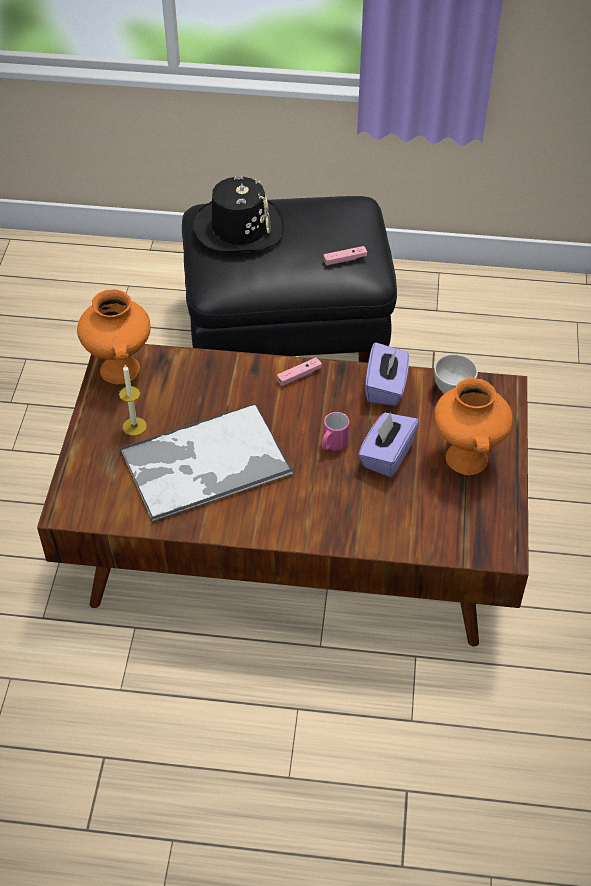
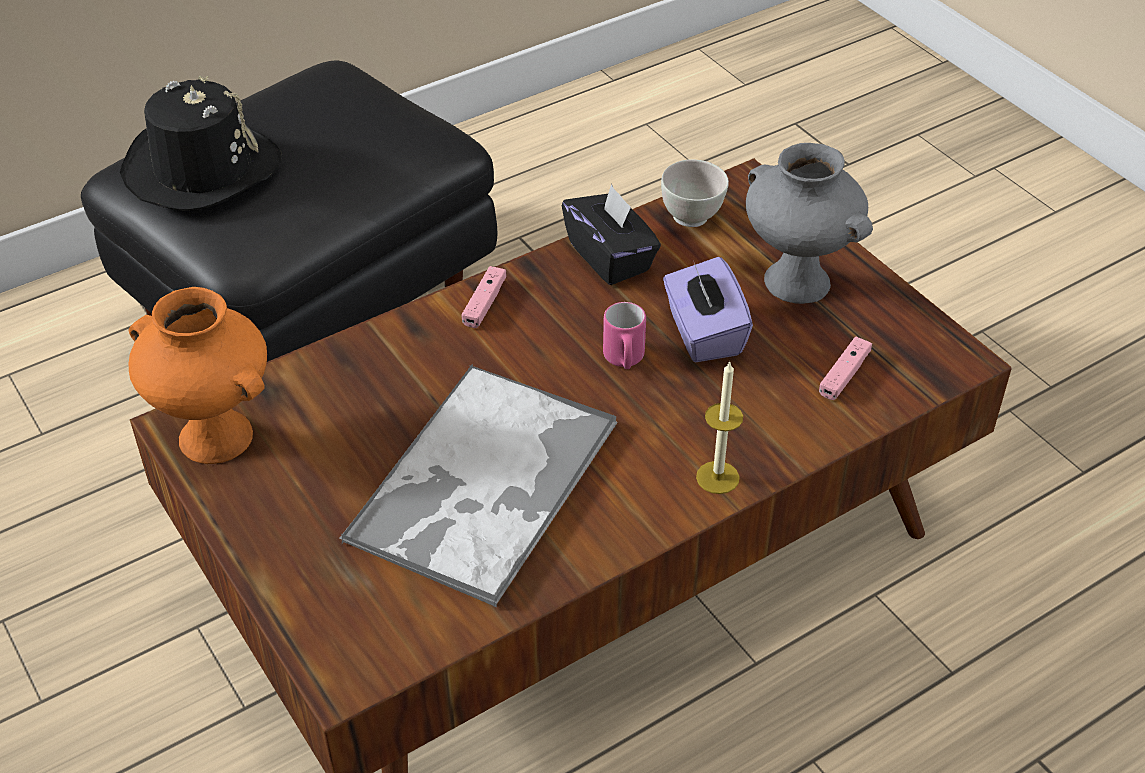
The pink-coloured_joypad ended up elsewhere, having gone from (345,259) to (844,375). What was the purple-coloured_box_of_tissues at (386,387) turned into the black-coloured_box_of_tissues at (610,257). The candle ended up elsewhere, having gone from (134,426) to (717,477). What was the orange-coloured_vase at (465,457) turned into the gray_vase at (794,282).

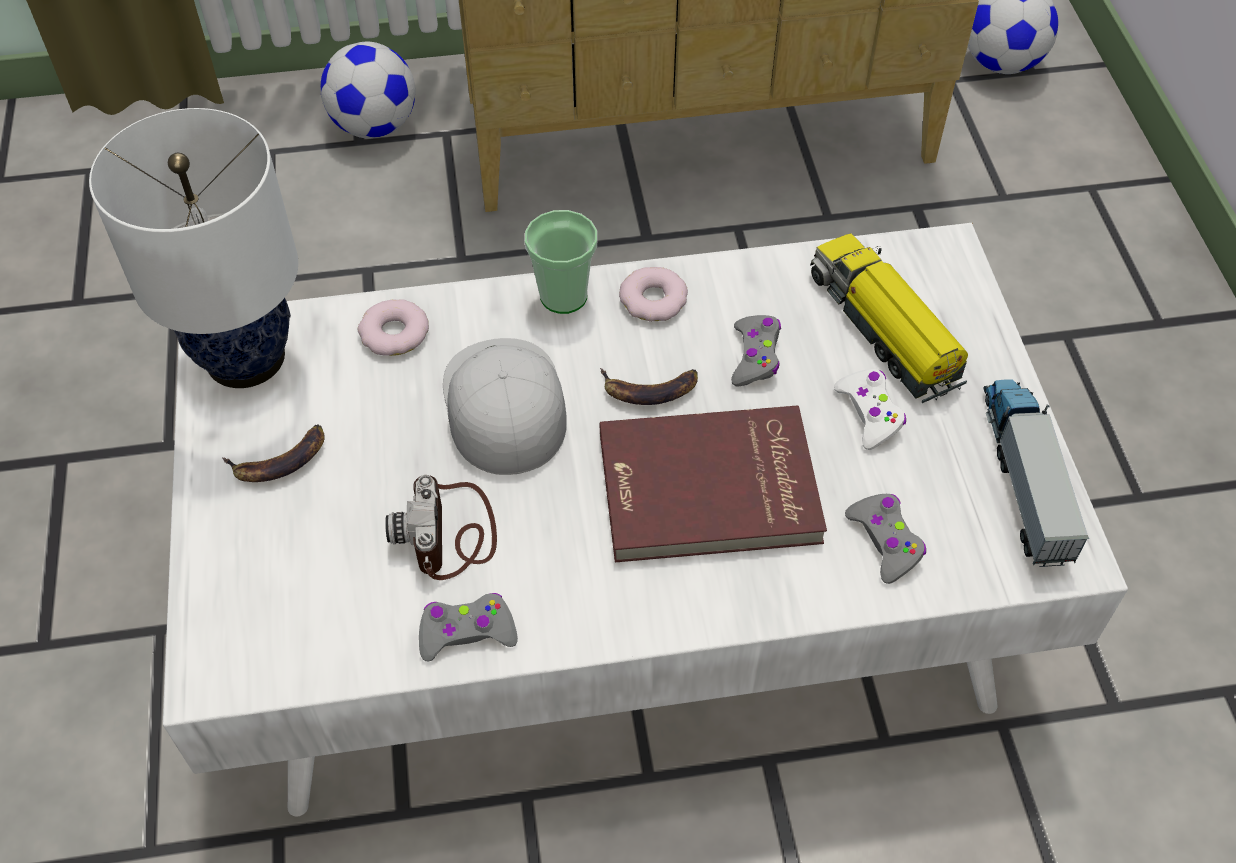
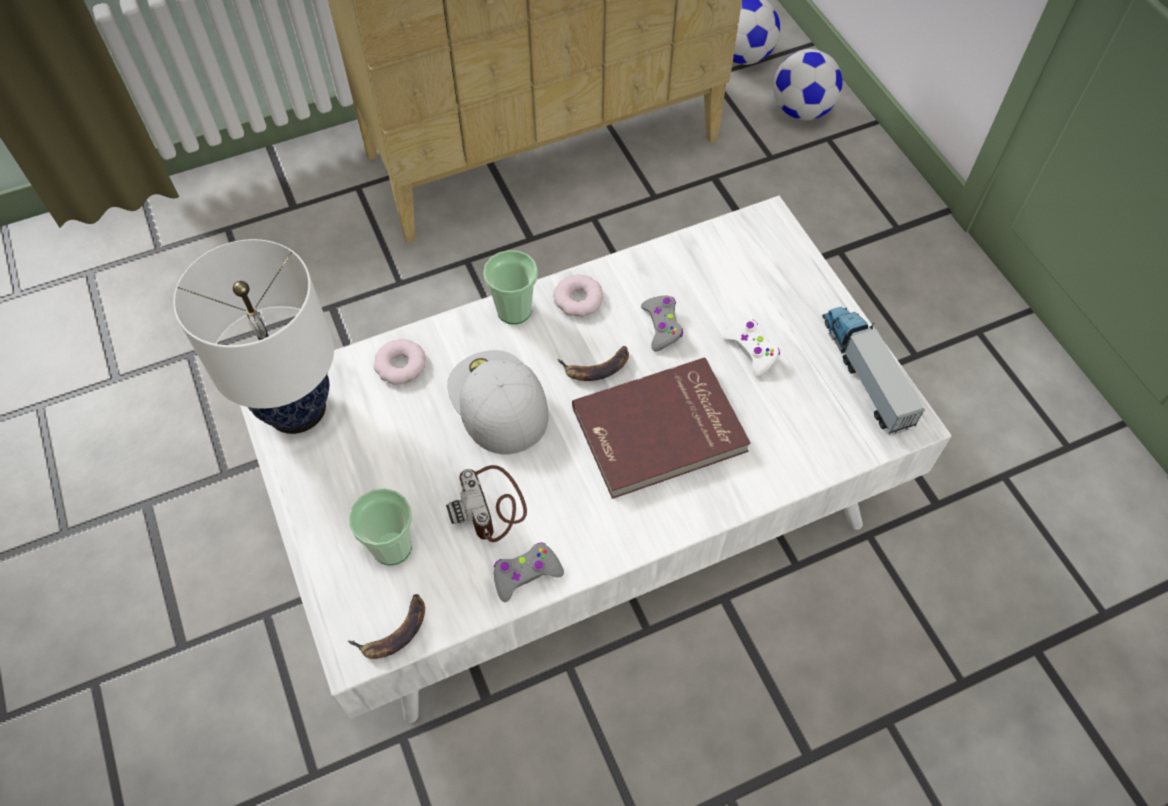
The ball_for_football ended up elsewhere, having gone from (374,126) to (801,110). The second view lost the toy_truck at (884,330). The banana_fruit ended up elsewhere, having gone from (280,460) to (394,630). The second view lost the gray_joypad at (885,541). The second view gained the small_cup at (392,546).

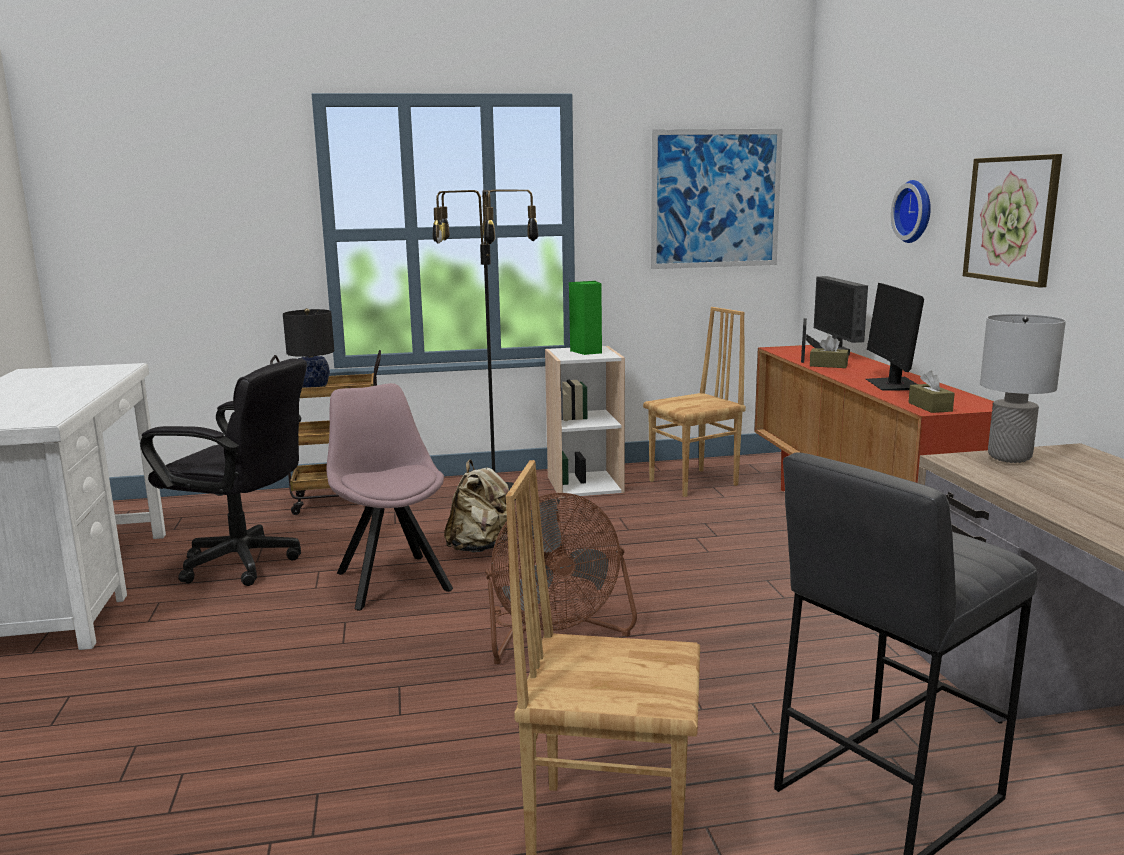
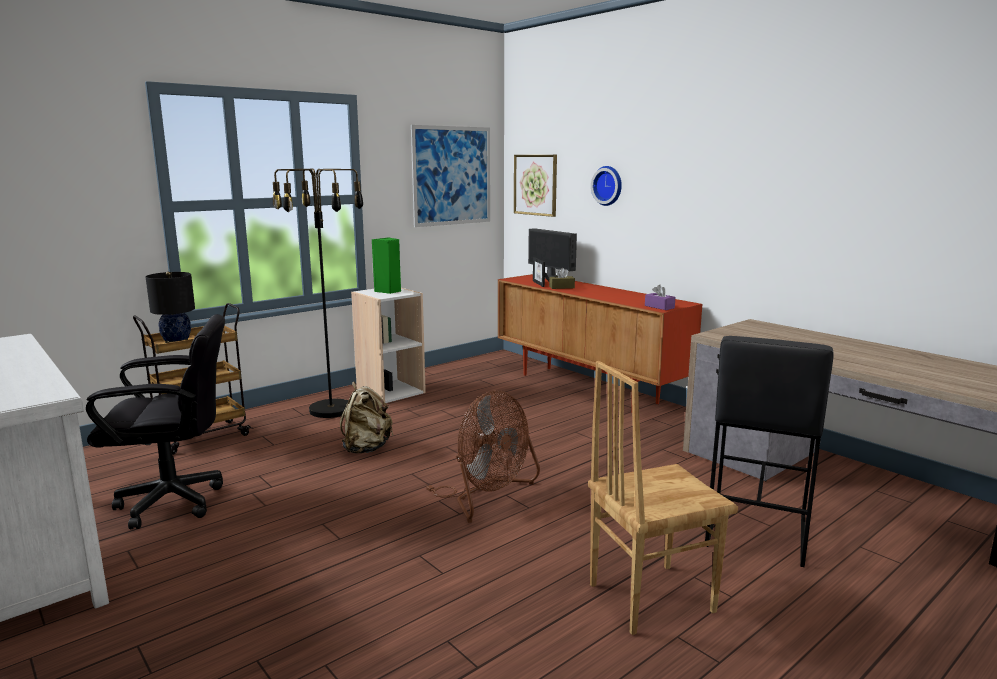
The picture ended up elsewhere, having gone from (1011,219) to (535,185). The second view lost the computer_screen at (893,385). The second view lost the brown-coloured_plain_chair at (695,483). The second view lost the gray_tabletop_lamp at (1009,460). What was the brown-coloured_box_of_tissues at (930,407) turned into the purple-coloured_box_of_tissues at (659,307). The second view lost the pink-coloured_plain_chair at (392,581).

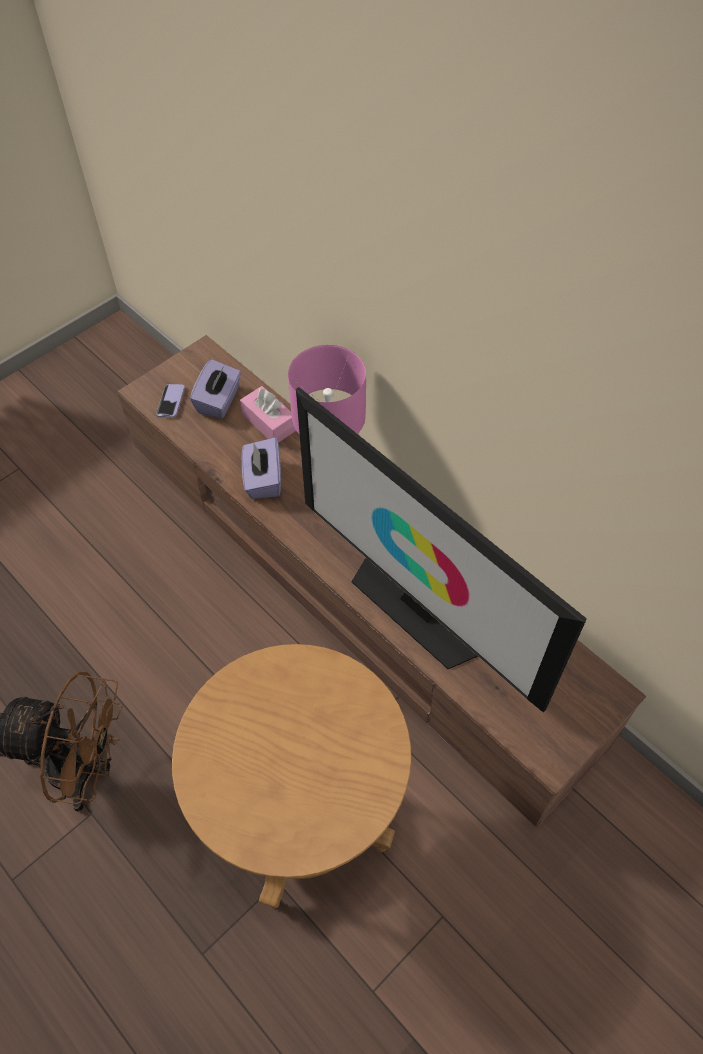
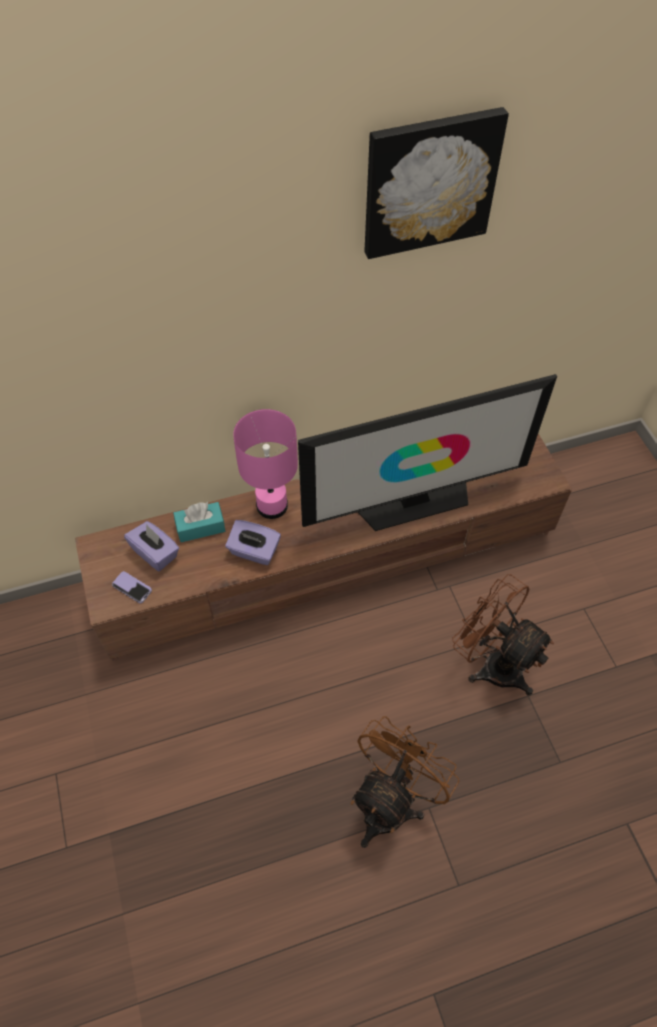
What was the pink-coloured_box_of_tissues at (269,422) turned into the blue-green_box_of_tissues at (200,527). Where the brown-coloured_end_table stood at (303,821), the brown-coloured_electric_fan came to stand at (492,663). The second view gained the picture at (429,182).

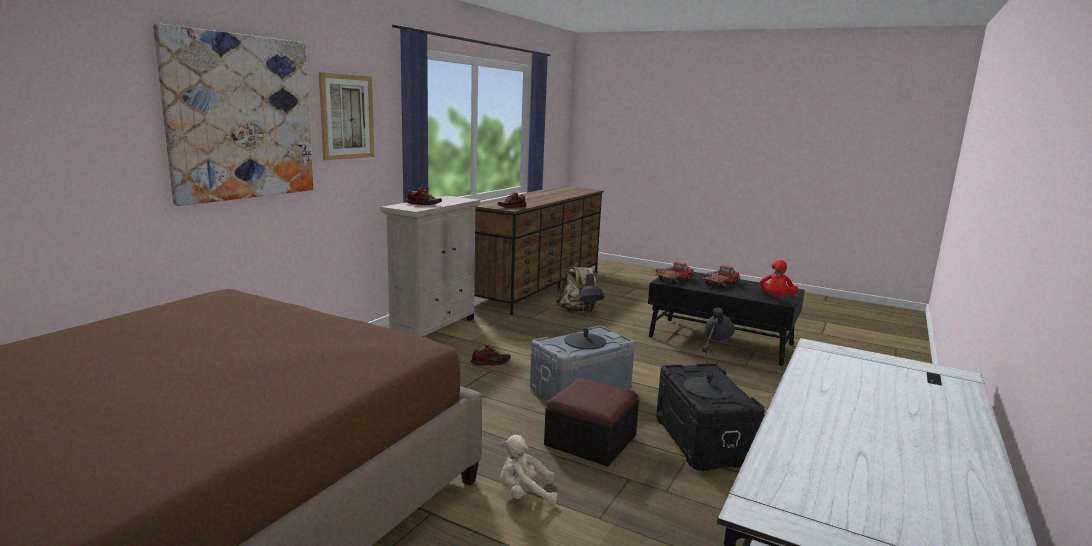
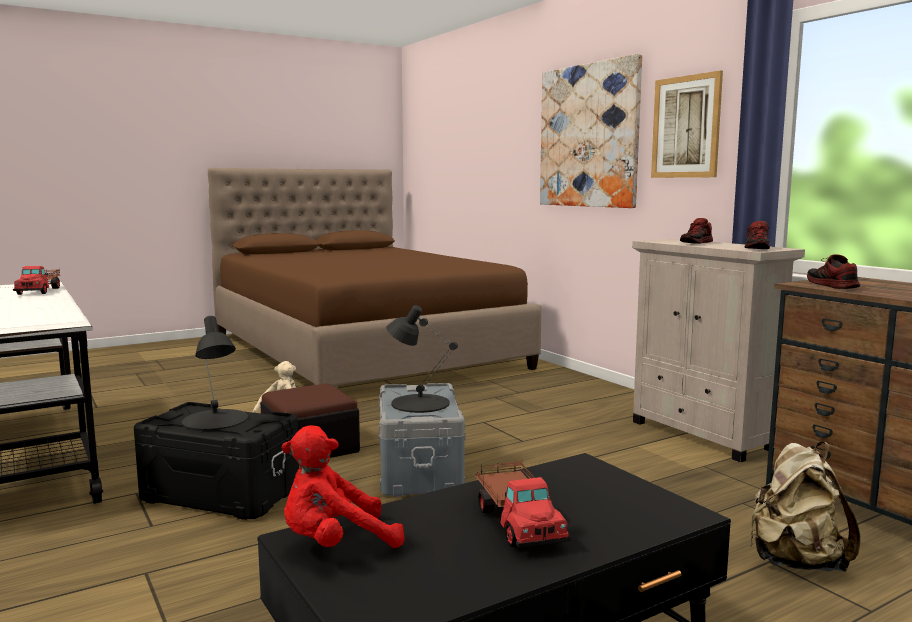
The red_plush_toy at (776,298) ended up facing another way, 75 degrees counterclockwise from before. The toy_truck ended up elsewhere, having gone from (673,280) to (39,291). The low_shoe ended up elsewhere, having gone from (490,363) to (757,248).

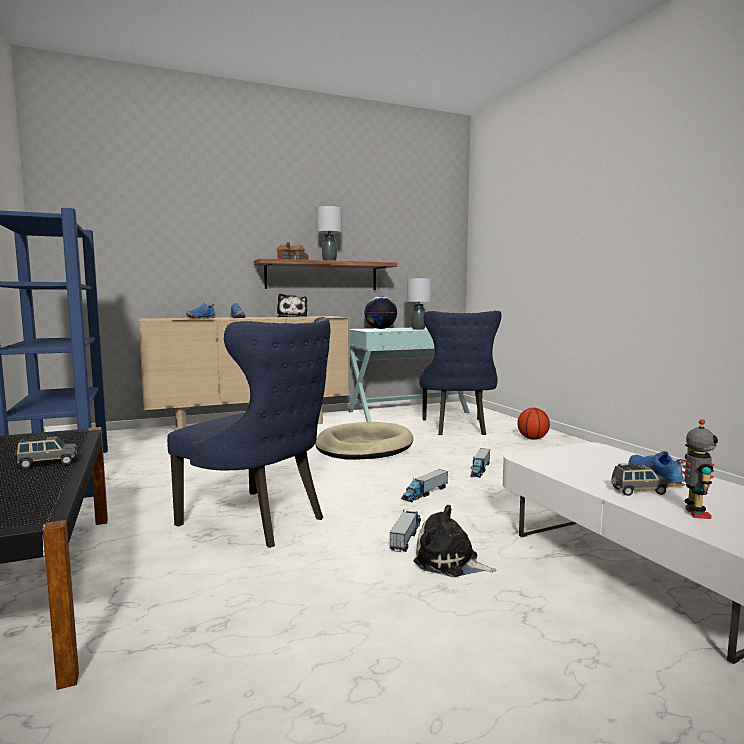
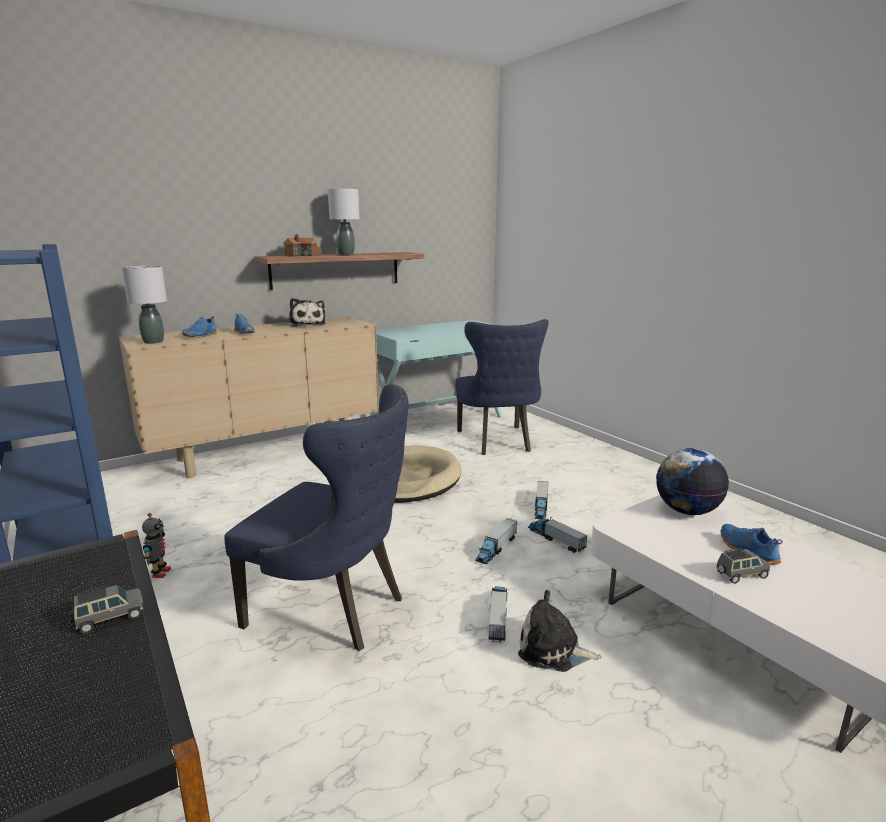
The gray_tabletop_lamp ended up elsewhere, having gone from (418,329) to (153,342). The world_globe ended up elsewhere, having gone from (380,329) to (687,511). The second view lost the basketball at (533,439). The robot_figure ended up elsewhere, having gone from (695,513) to (160,573). The second view gained the toy_truck at (555,540).

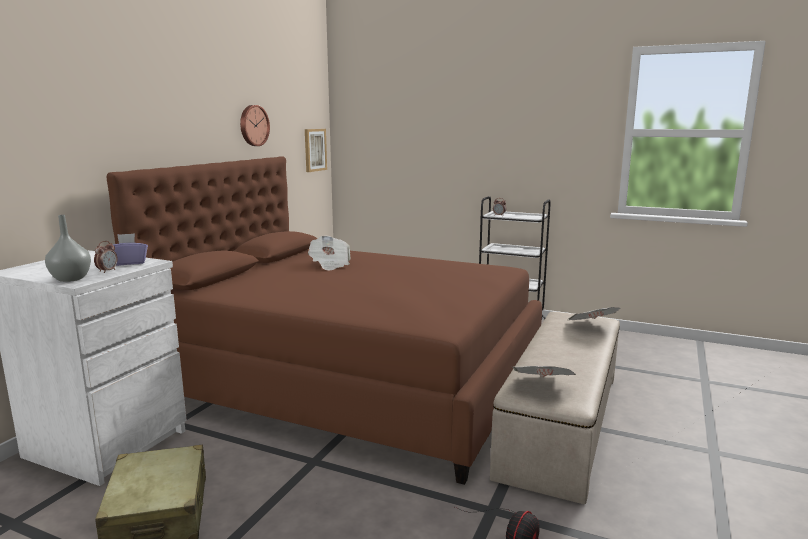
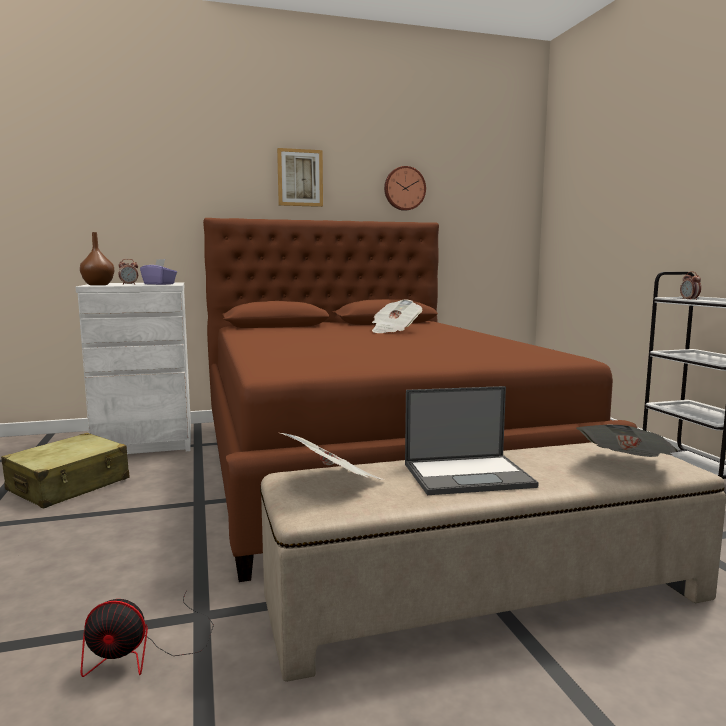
The picture ended up elsewhere, having gone from (314,150) to (300,178). What was the gray_vase at (70,279) turned into the brown-coloured_vase at (97,285). The second view gained the notebook_computer at (469,475).

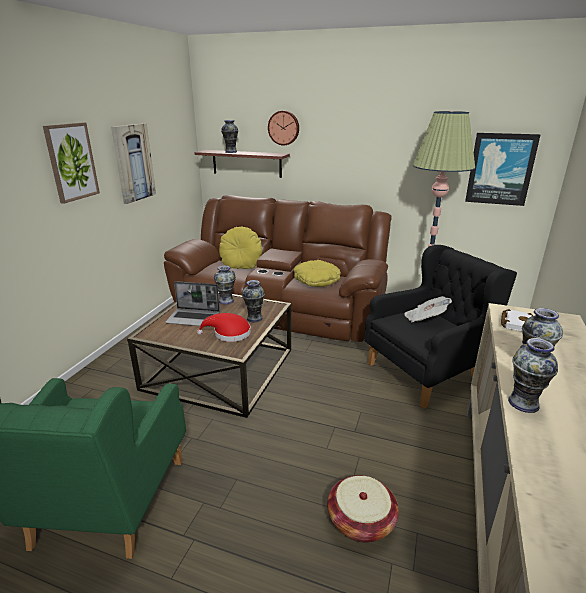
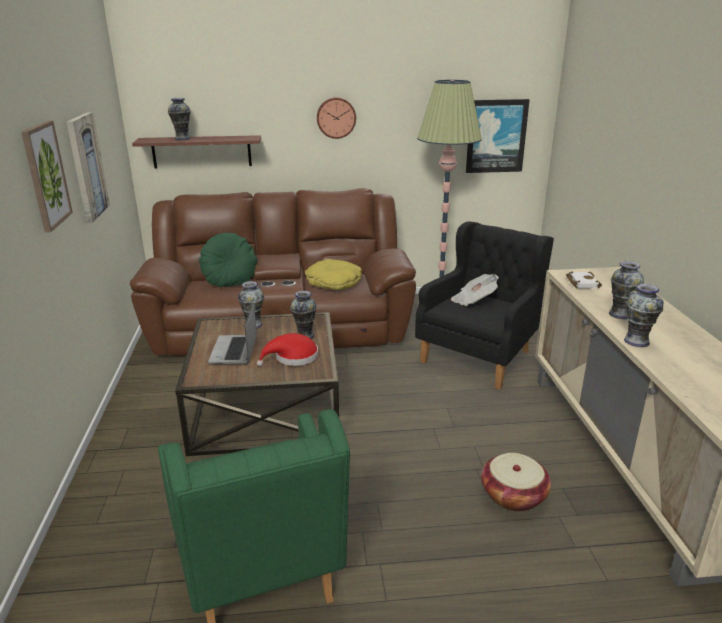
The clock_on_the_wall ended up elsewhere, having gone from (284,128) to (336,117). What was the yellow-coloured_cushion at (241,267) turned into the greenish_cushion at (230,283). The notebook_computer at (194,318) ended up facing another way, 105 degrees clockwise from before.

